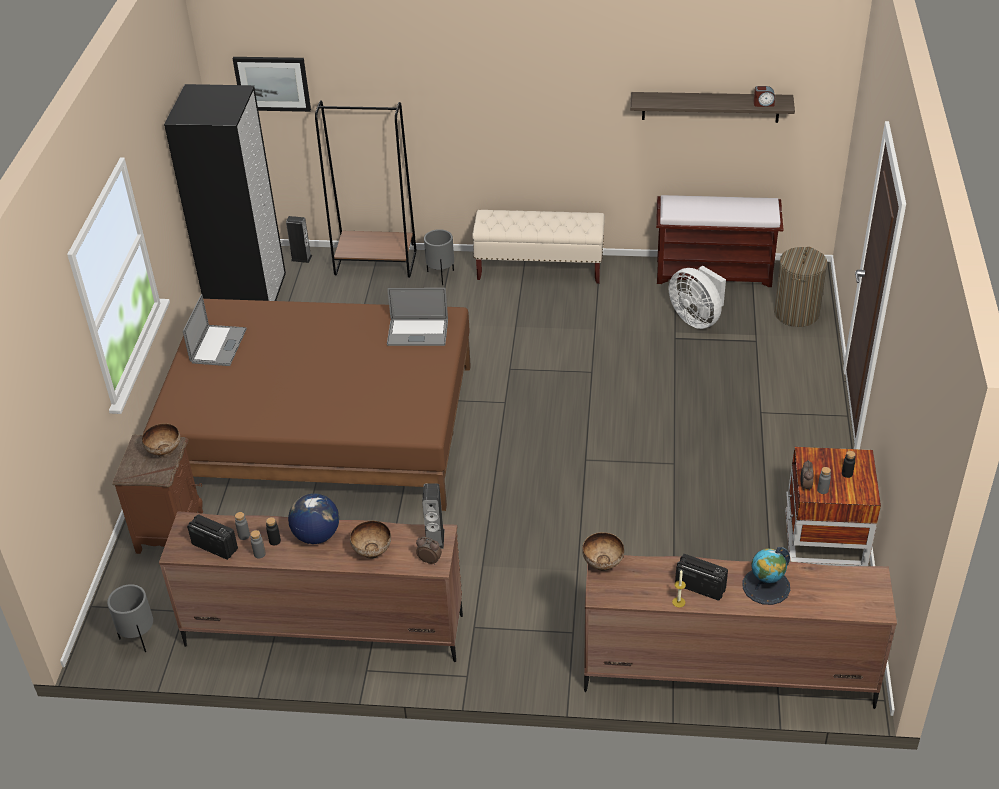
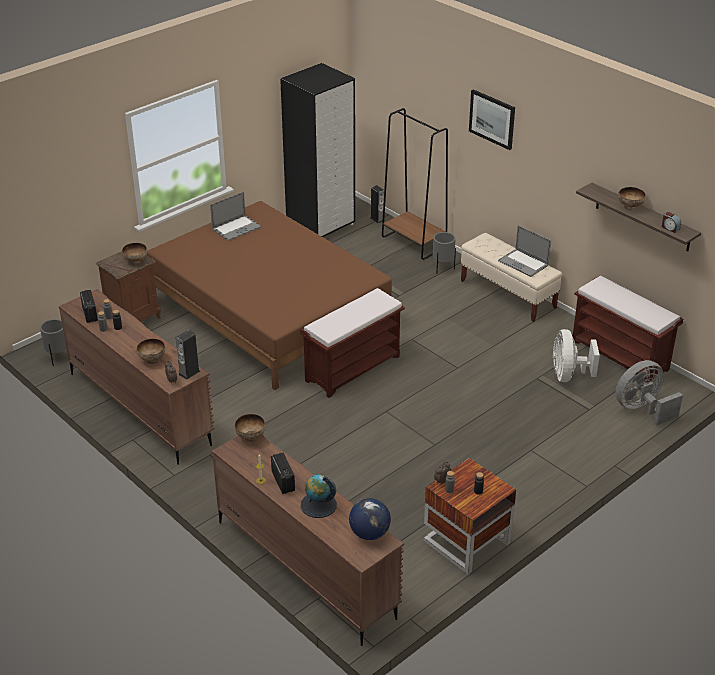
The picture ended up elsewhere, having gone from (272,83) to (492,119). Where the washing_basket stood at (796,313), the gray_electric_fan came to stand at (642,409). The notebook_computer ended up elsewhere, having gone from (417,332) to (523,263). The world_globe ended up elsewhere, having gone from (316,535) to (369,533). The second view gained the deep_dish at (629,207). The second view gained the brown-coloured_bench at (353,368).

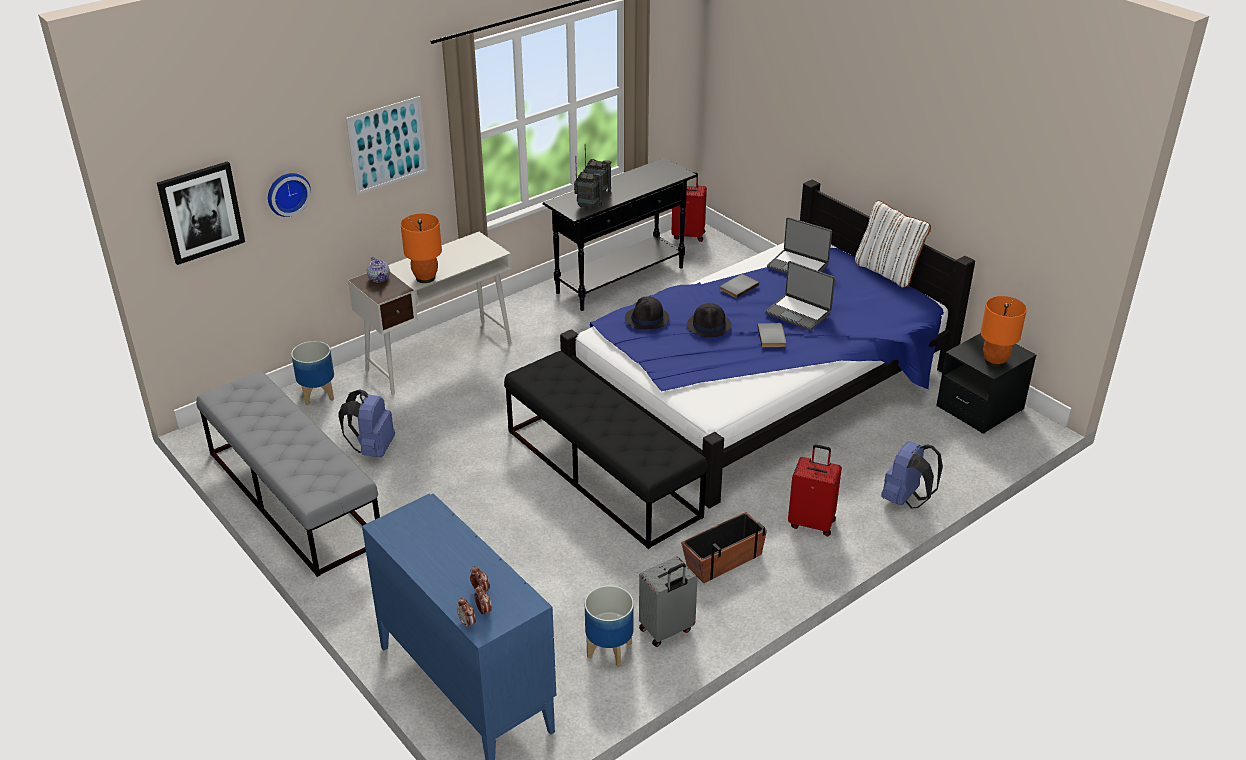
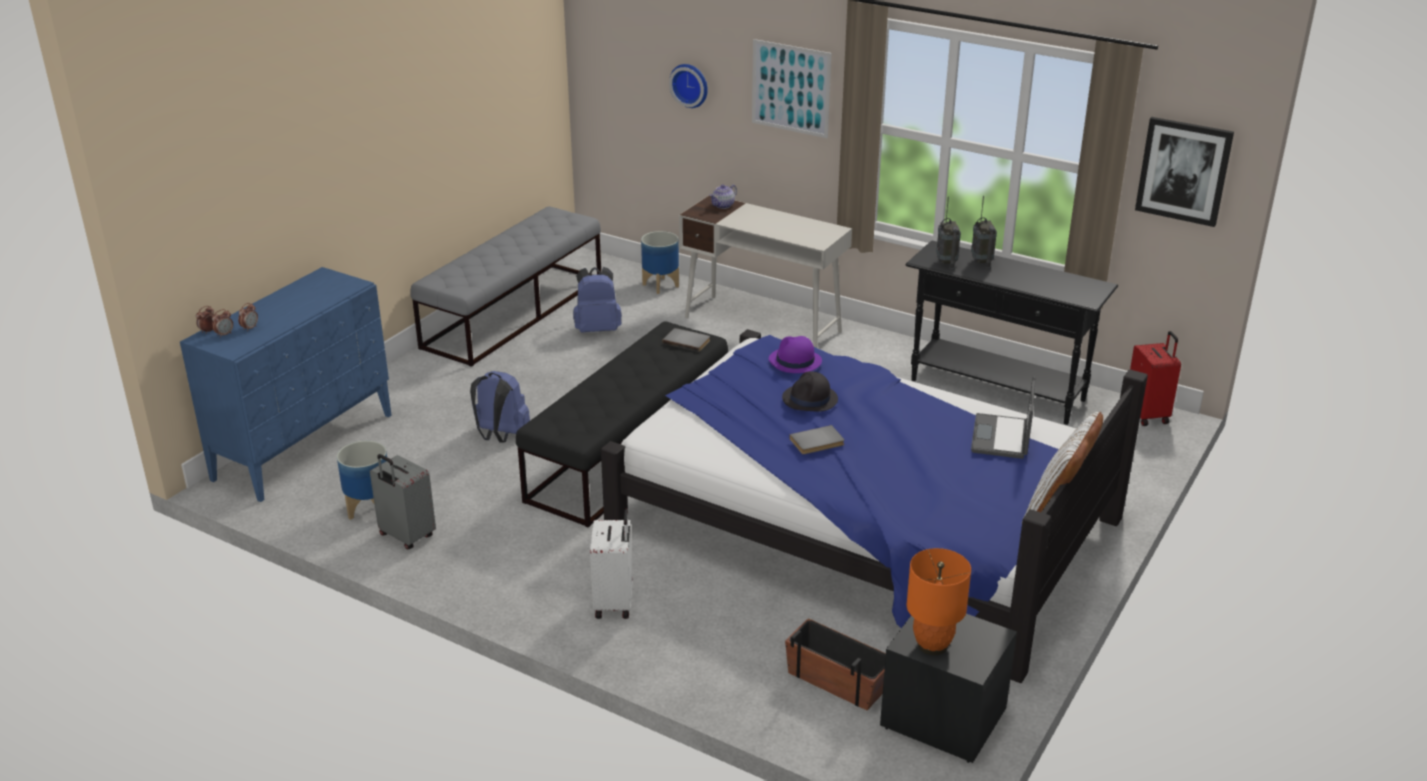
The picture ended up elsewhere, having gone from (201,212) to (1183,171). The second view lost the orange-coloured_tabletop_lamp at (425,278). The second view lost the notebook_computer at (798,313). The gray_book ended up elsewhere, having gone from (738,287) to (687,341). What was the black-coloured_wearable_hat at (647,319) turned into the purple-coloured_wearable_hat at (794,361). The blue-coloured_knapsack ended up elsewhere, having gone from (906,500) to (500,435). What was the red_travel_case at (812,522) turned into the white_travel_case at (615,603). The plant_pot ended up elsewhere, having gone from (723,560) to (837,680).

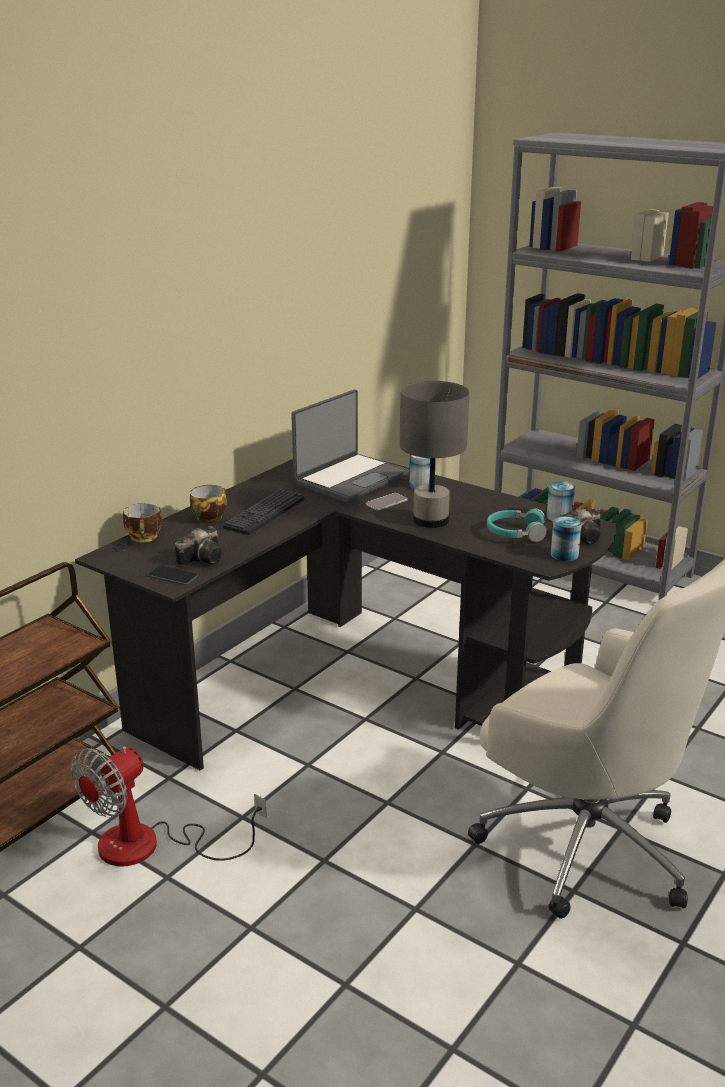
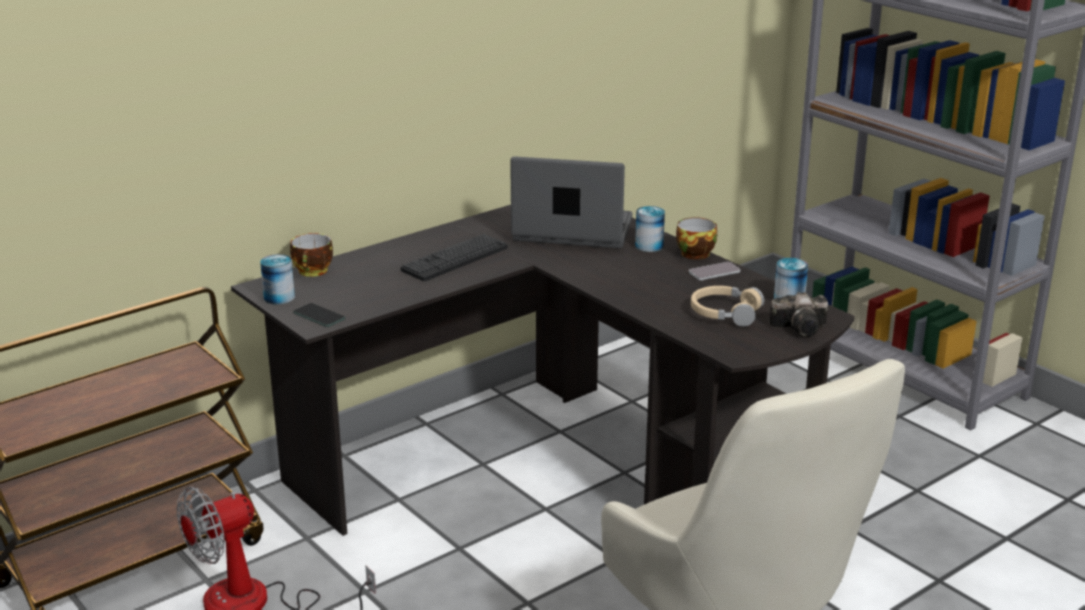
The second view lost the gray_tabletop_lamp at (430,520). The notebook_computer at (350,479) ended up facing another way, 135 degrees counterclockwise from before. The small_cup ended up elsewhere, having gone from (209,516) to (695,253). The handset ended up elsewhere, having gone from (386,502) to (714,272). What was the blue-green_pair_of_headphones at (515,533) turned into the sand-coloured_pair_of_headphones at (724,313). The can ended up elsewhere, having gone from (564,555) to (279,297). The second view lost the still_camera at (204,558).

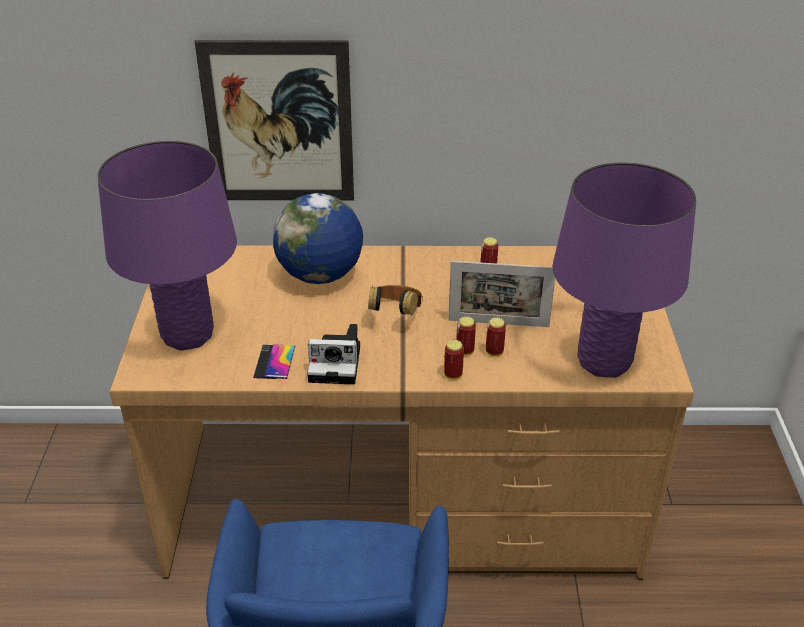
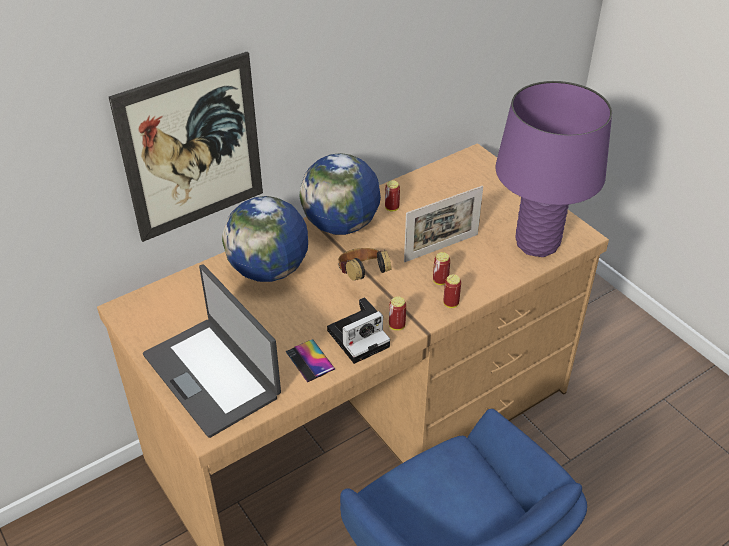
Where the purple-coloured_tabletop_lamp stood at (187,335), the notebook_computer came to stand at (213,375). The can ended up elsewhere, having gone from (494,352) to (397,326). The second view gained the world_globe at (341,225).

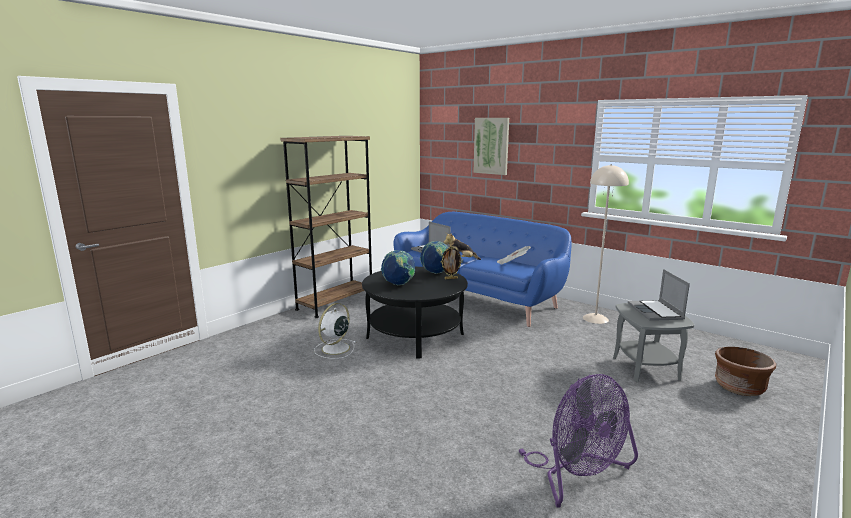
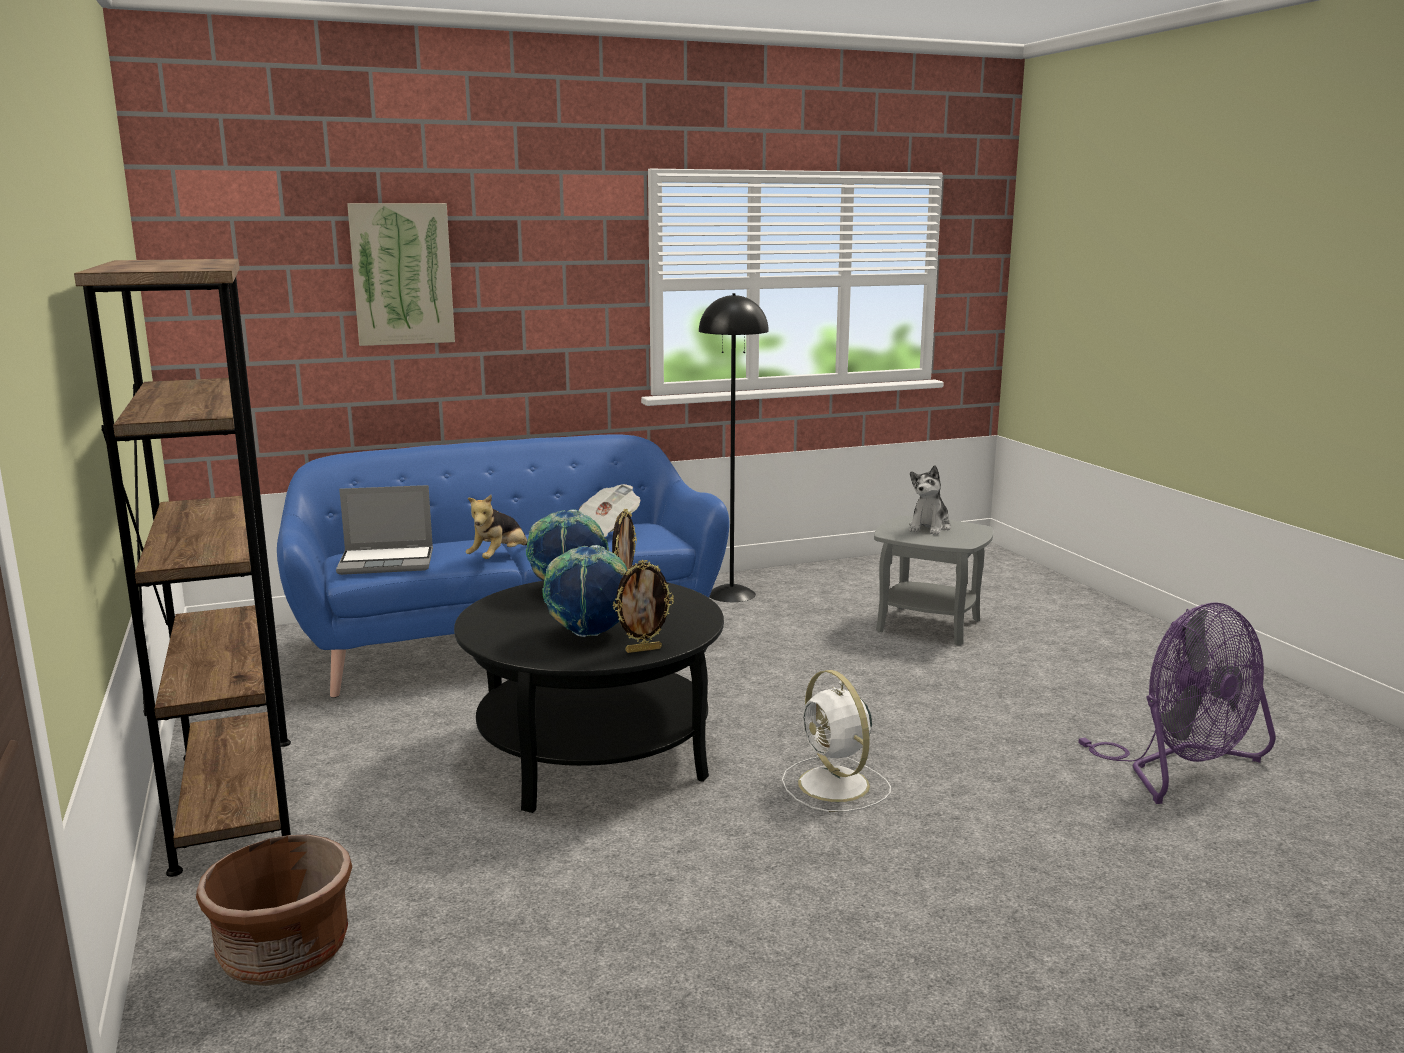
What was the sand-coloured_floor_lamp at (595,318) turned into the black-coloured_floor_lamp at (731,594). Where the notebook_computer stood at (656,312), the plush_toy came to stand at (929,527). The white_electric_fan ended up elsewhere, having gone from (334,349) to (835,786). The brown-coloured_plant_pot ended up elsewhere, having gone from (739,387) to (284,955). The purple-coloured_electric_fan at (575,475) ended up facing another way, 60 degrees clockwise from before. The second view gained the standing_frame at (643,649).

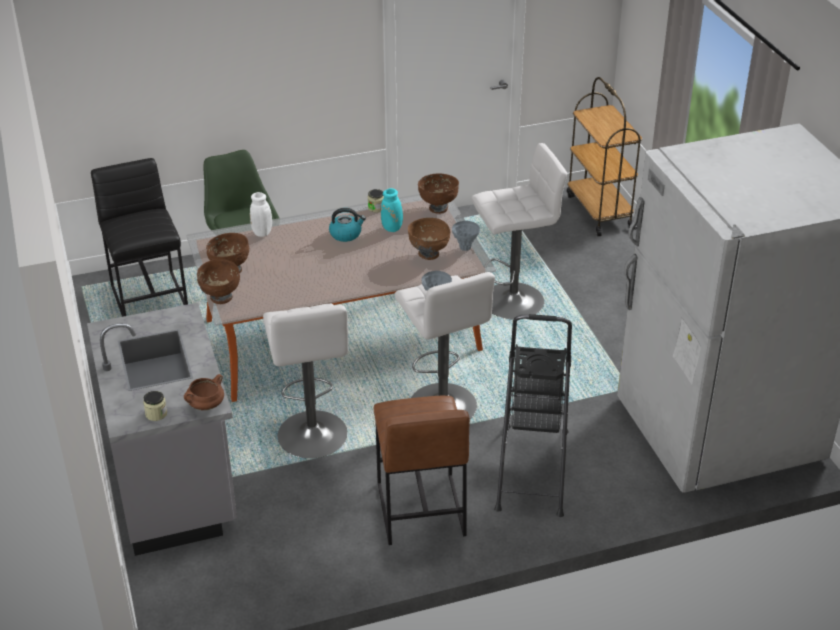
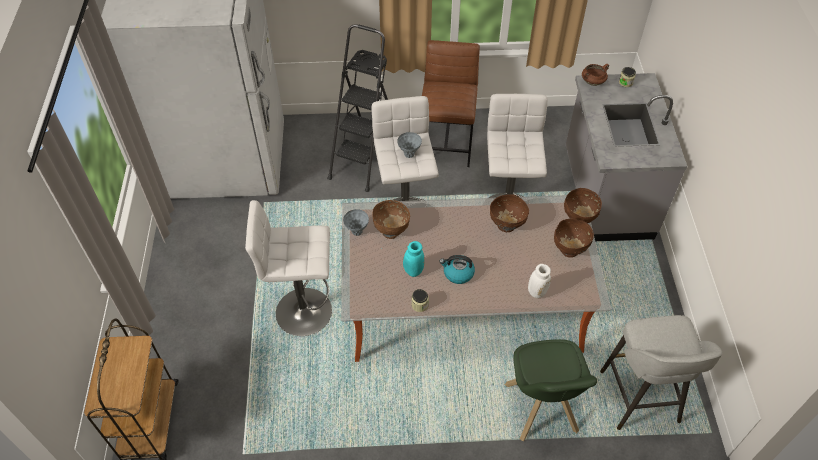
Where the black-coloured_plain_chair stood at (149,297), the gray_stool_seat came to stand at (640,399). The brown-coloured_deep_dish ended up elsewhere, having gone from (438,208) to (506,225).

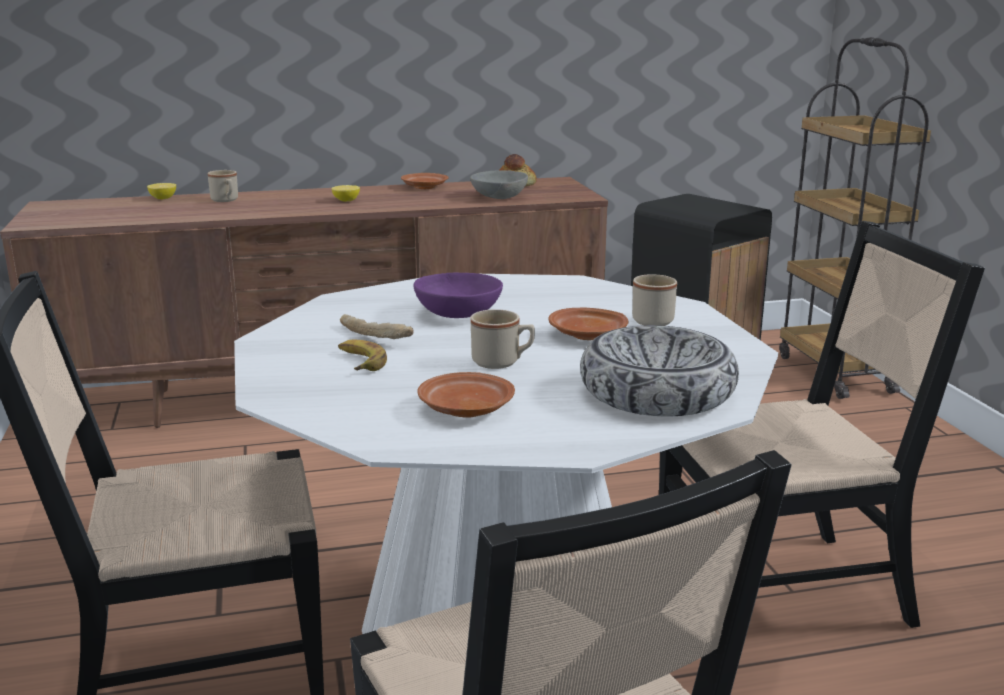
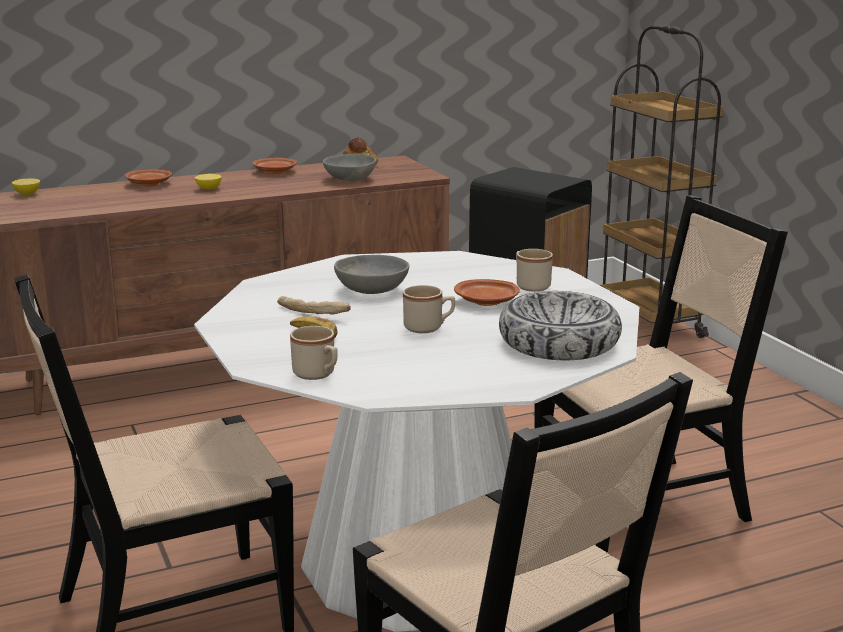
The sand-coloured_coffee_mug ended up elsewhere, having gone from (226,200) to (317,375). What was the purple-coloured_deep_dish at (459,314) turned into the gray_deep_dish at (372,290). The brown-coloured_flat_dish ended up elsewhere, having gone from (465,409) to (148,184).

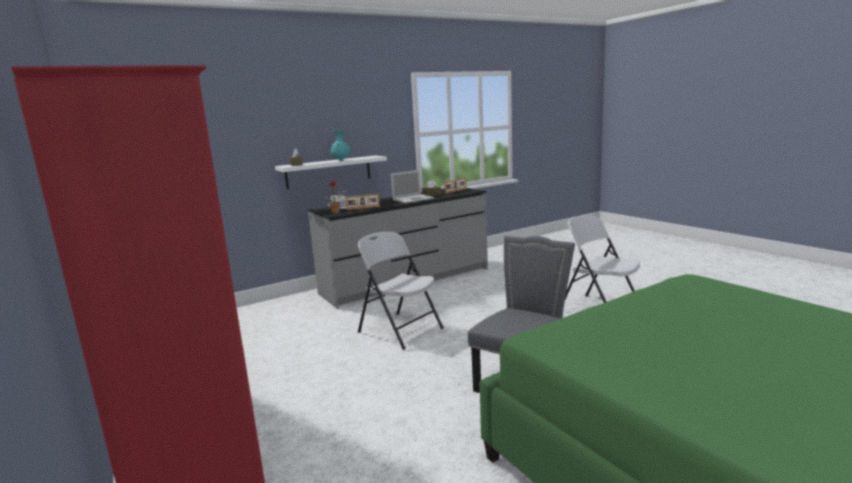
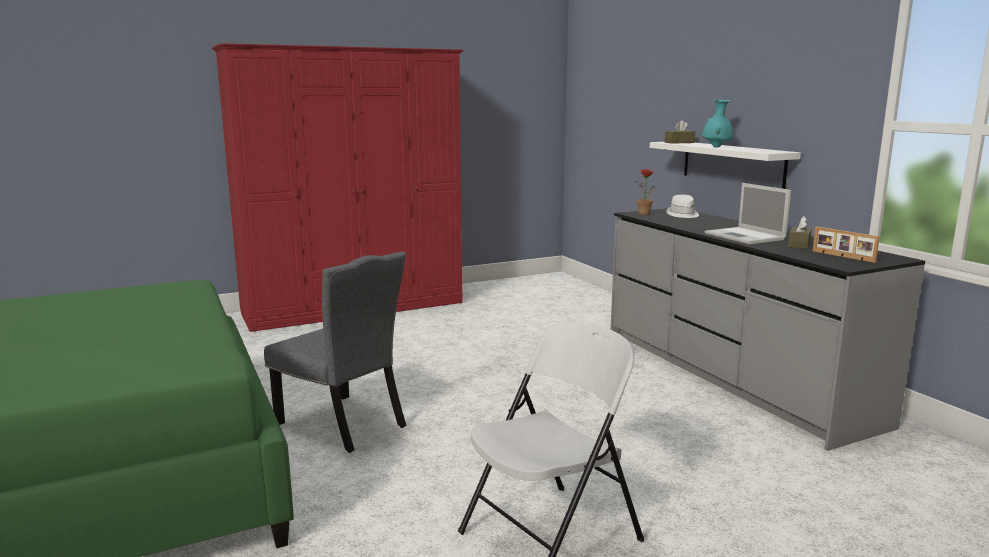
The second view lost the standing_frame at (363,208). The second view lost the white_plain_chair at (400,330).

